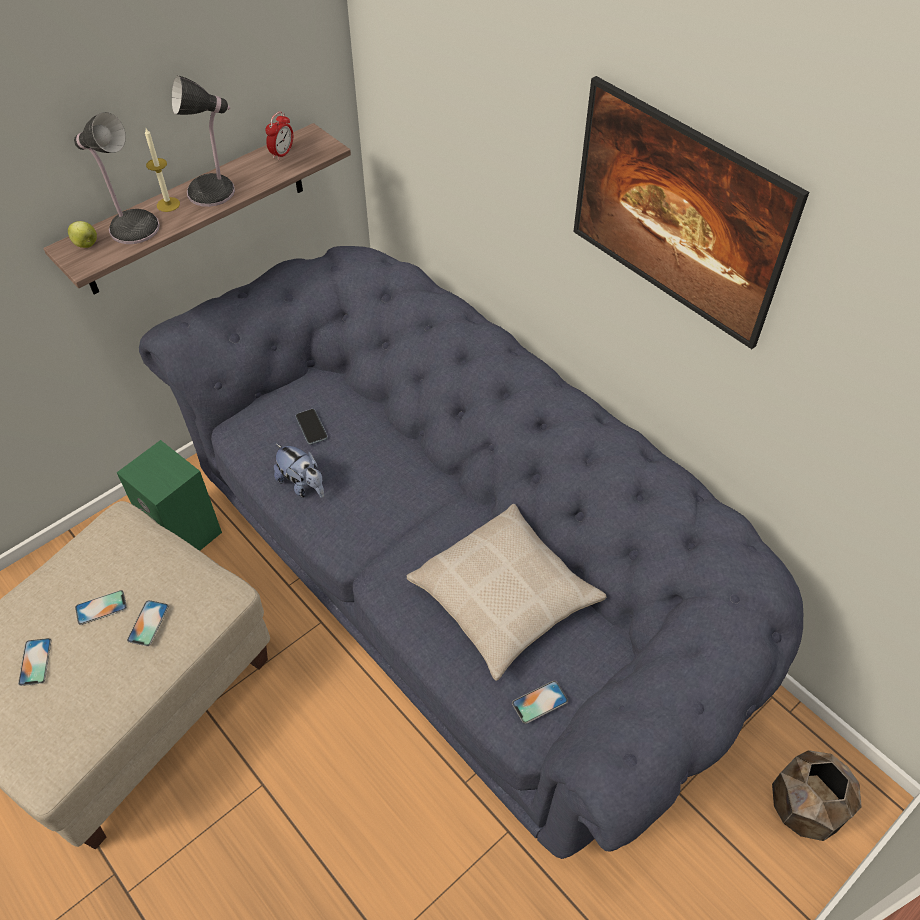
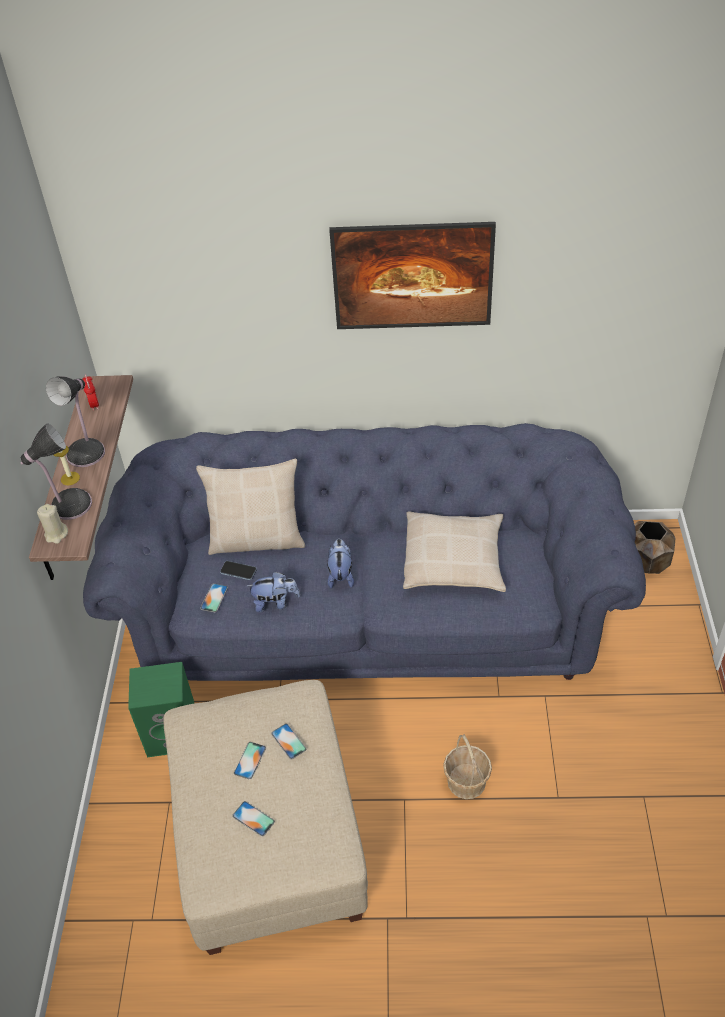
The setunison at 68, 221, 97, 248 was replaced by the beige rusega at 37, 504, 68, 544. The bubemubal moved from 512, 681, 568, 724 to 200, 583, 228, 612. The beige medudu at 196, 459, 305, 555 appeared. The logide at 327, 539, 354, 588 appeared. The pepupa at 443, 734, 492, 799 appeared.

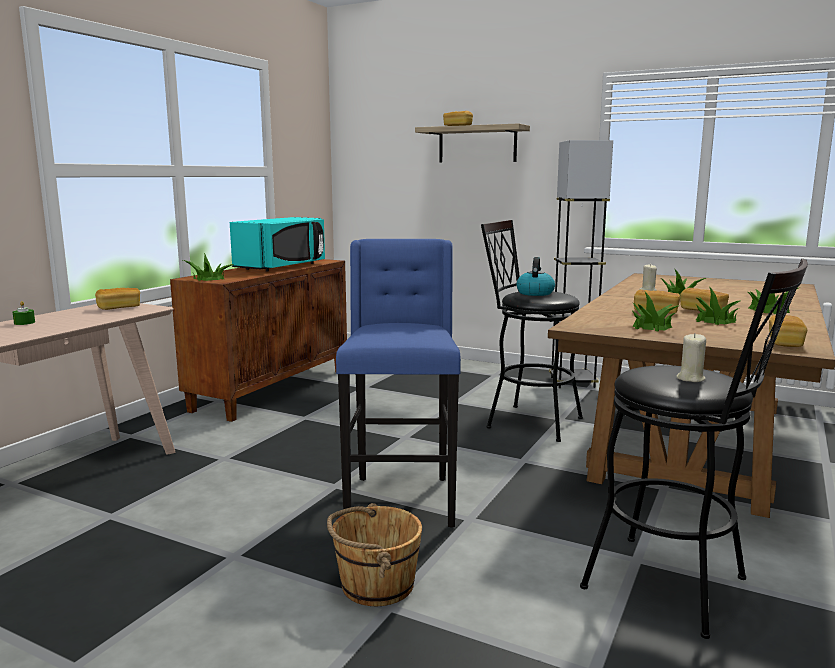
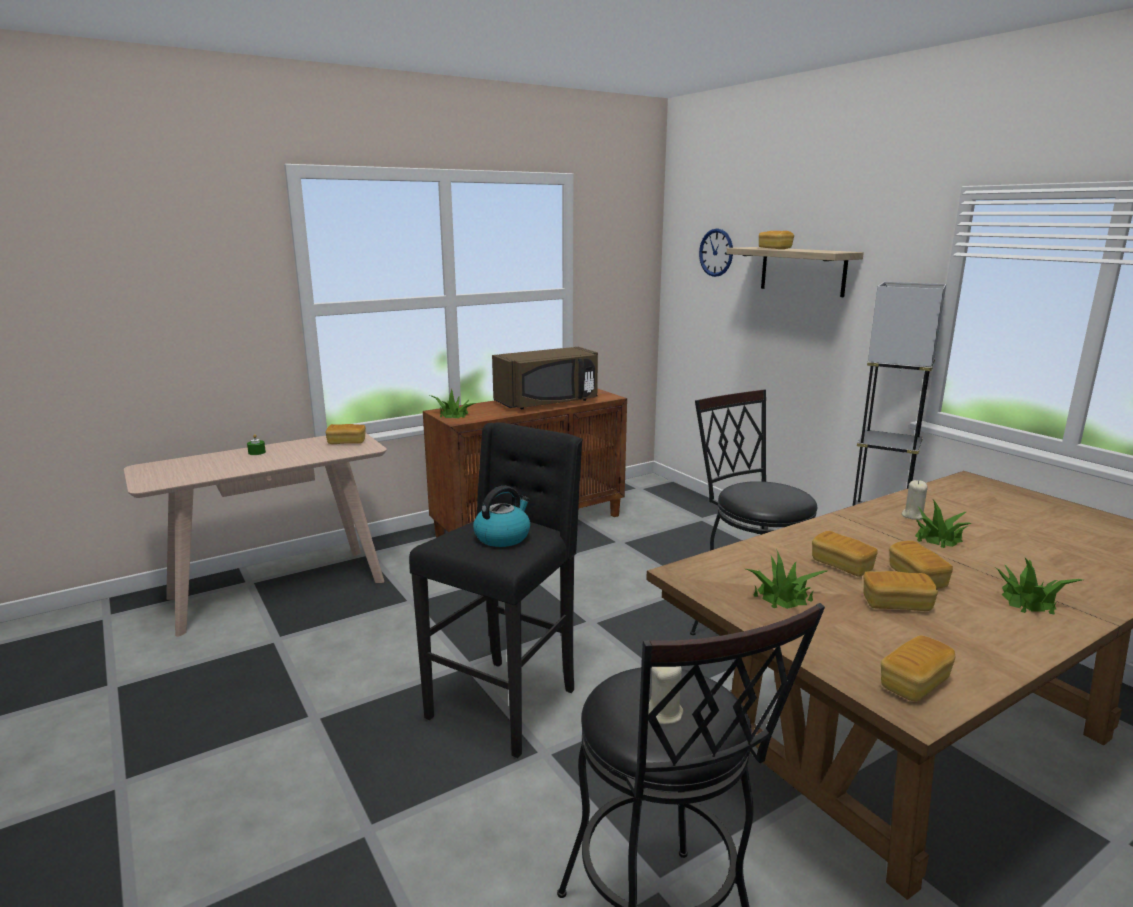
The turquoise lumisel at 230, 217, 325, 272 became the brown lumisel at 492, 347, 598, 409. The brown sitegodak at 327, 503, 422, 606 disappeared. The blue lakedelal at 336, 239, 461, 528 became the black lakedelal at 409, 422, 583, 758. The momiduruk moved from 516, 257, 555, 296 to 473, 486, 530, 547. The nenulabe at 696, 286, 740, 325 was replaced by the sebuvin at 863, 571, 938, 611. The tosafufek at 699, 228, 733, 277 appeared.

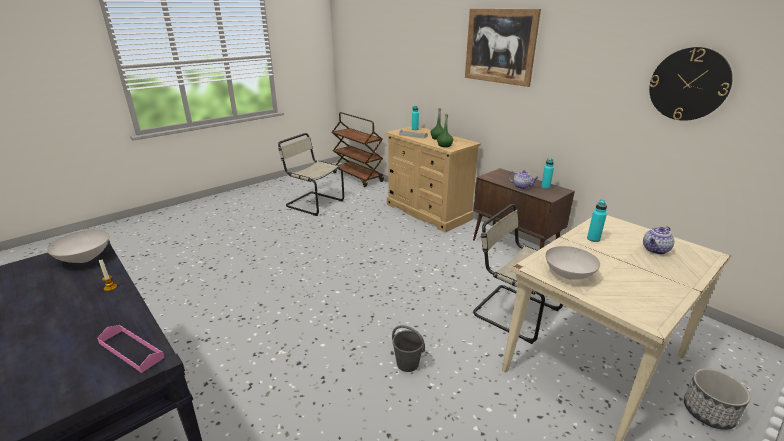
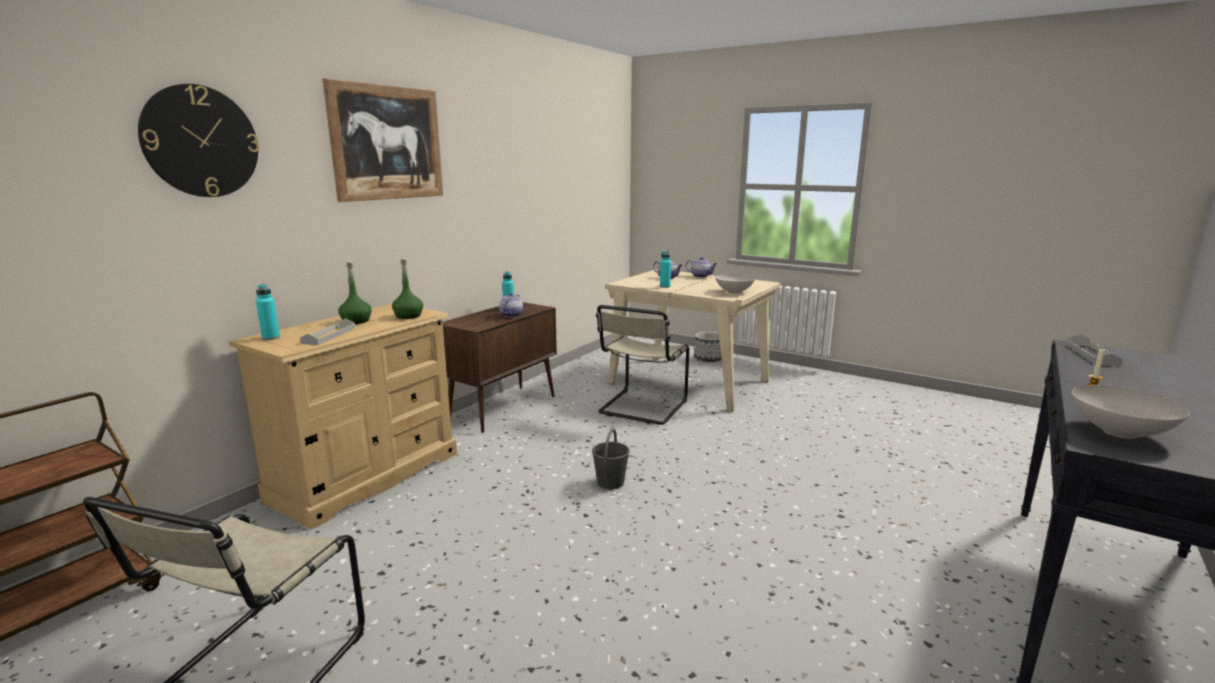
The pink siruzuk at 97, 325, 165, 373 became the grey siruzuk at 1066, 334, 1123, 367. The grey sitegodak moved from 392, 325, 425, 372 to 592, 428, 630, 489. The tosafufek moved from 649, 47, 733, 121 to 138, 84, 259, 197. The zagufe at 686, 257, 718, 278 appeared.

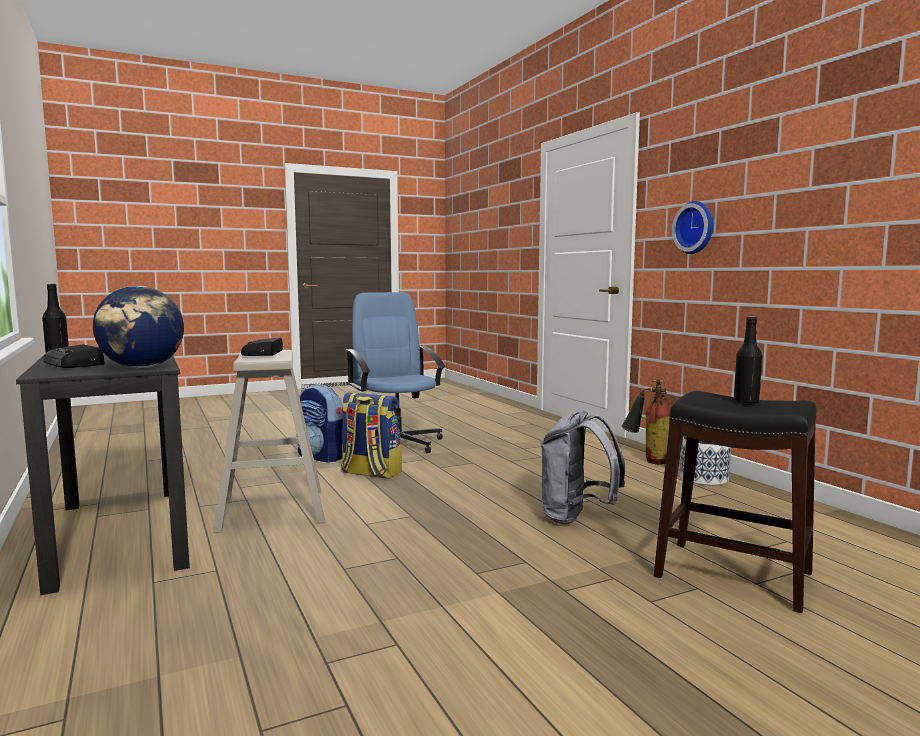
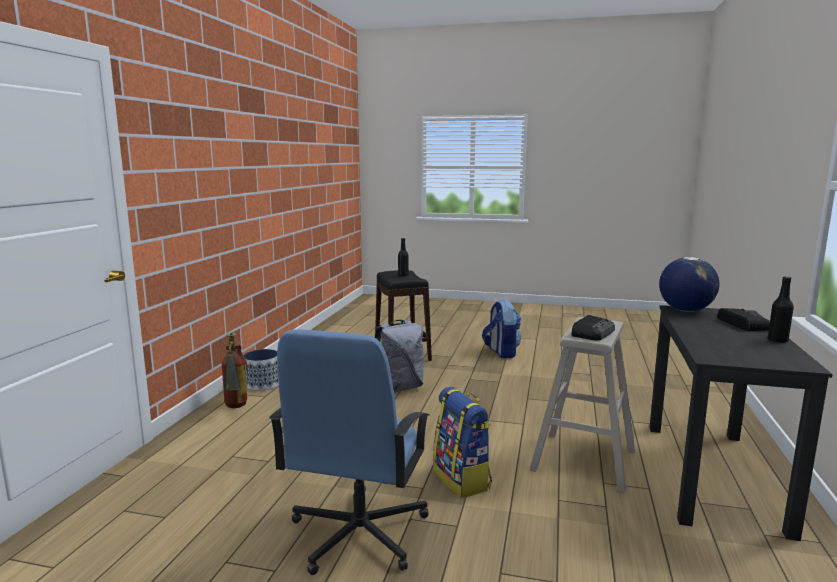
The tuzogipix moved from 297, 384, 343, 463 to 482, 300, 521, 358. The tosafufek at 672, 201, 713, 254 disappeared.

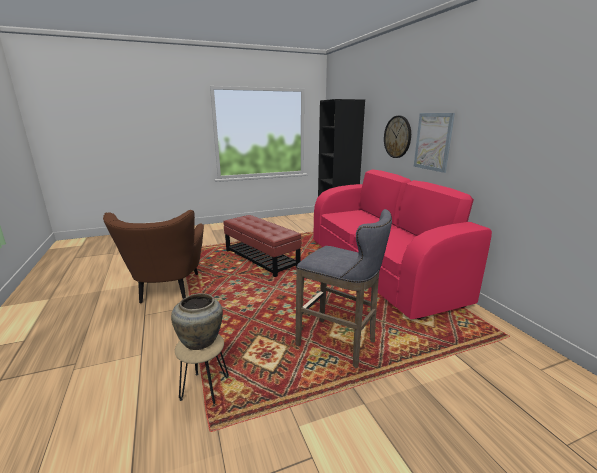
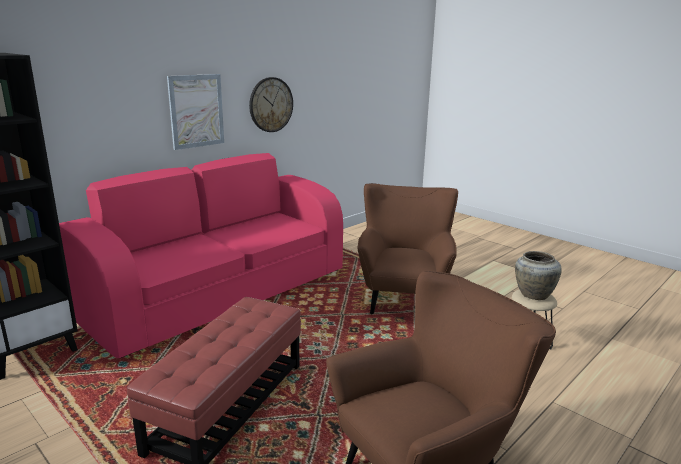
The grey lakedelal at 295, 209, 392, 368 was replaced by the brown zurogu at 358, 183, 458, 314. The tosafufek moved from 384, 116, 411, 158 to 249, 77, 293, 132.

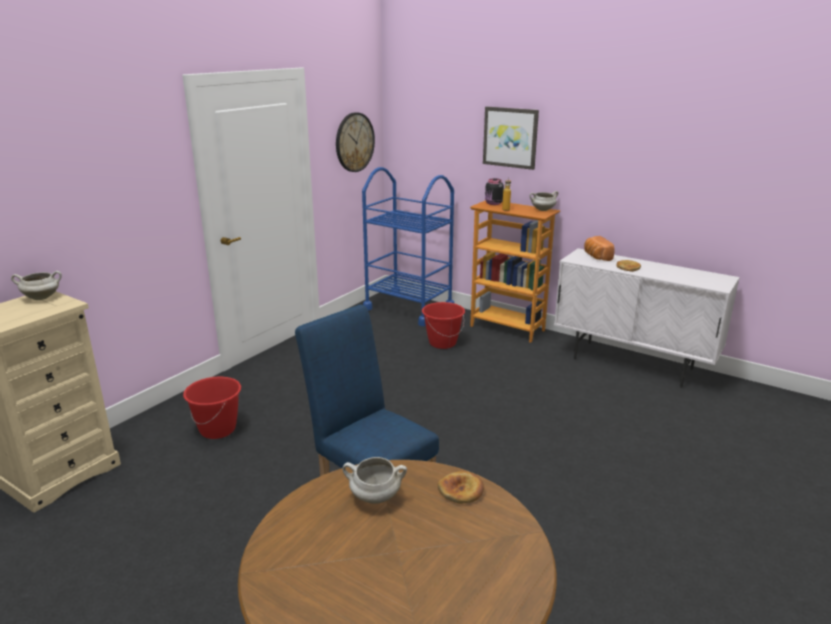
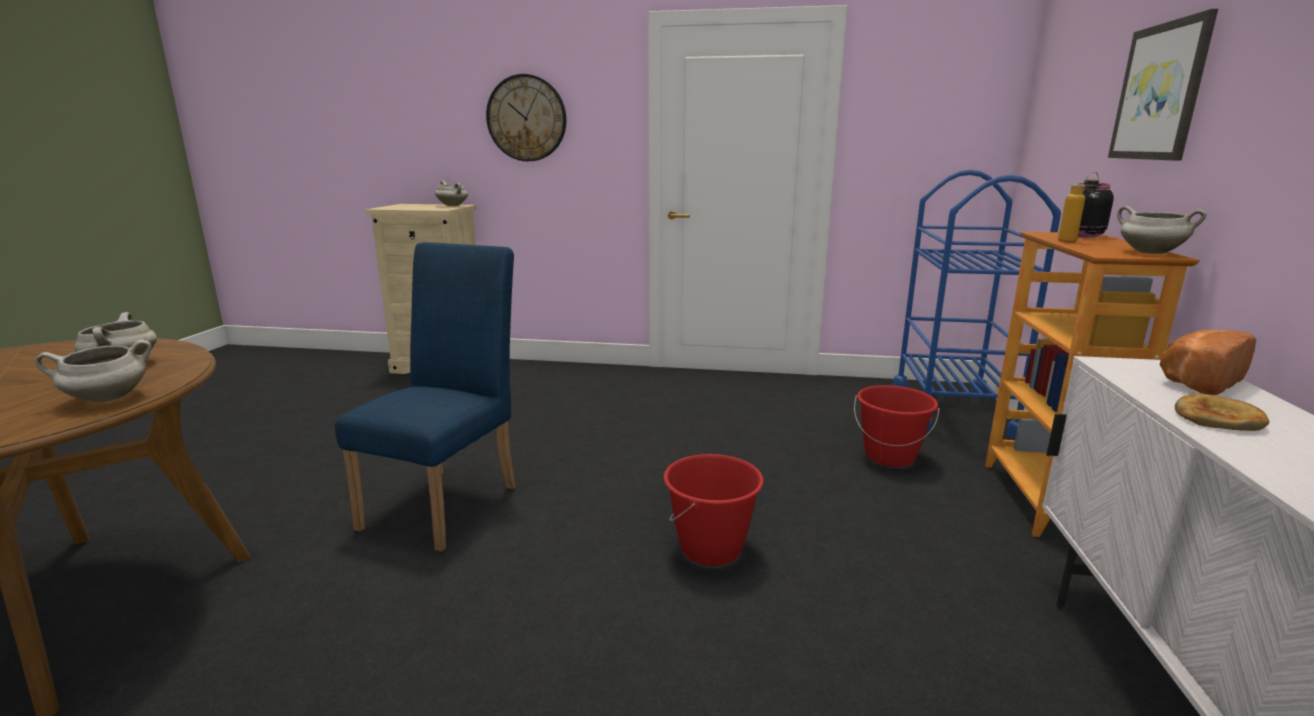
The red sitegodak moved from 183, 377, 241, 439 to 664, 454, 764, 566. The tosafufek moved from 336, 112, 375, 172 to 486, 74, 566, 161. The sebuvin at 437, 471, 484, 504 was replaced by the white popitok at 35, 340, 151, 403.

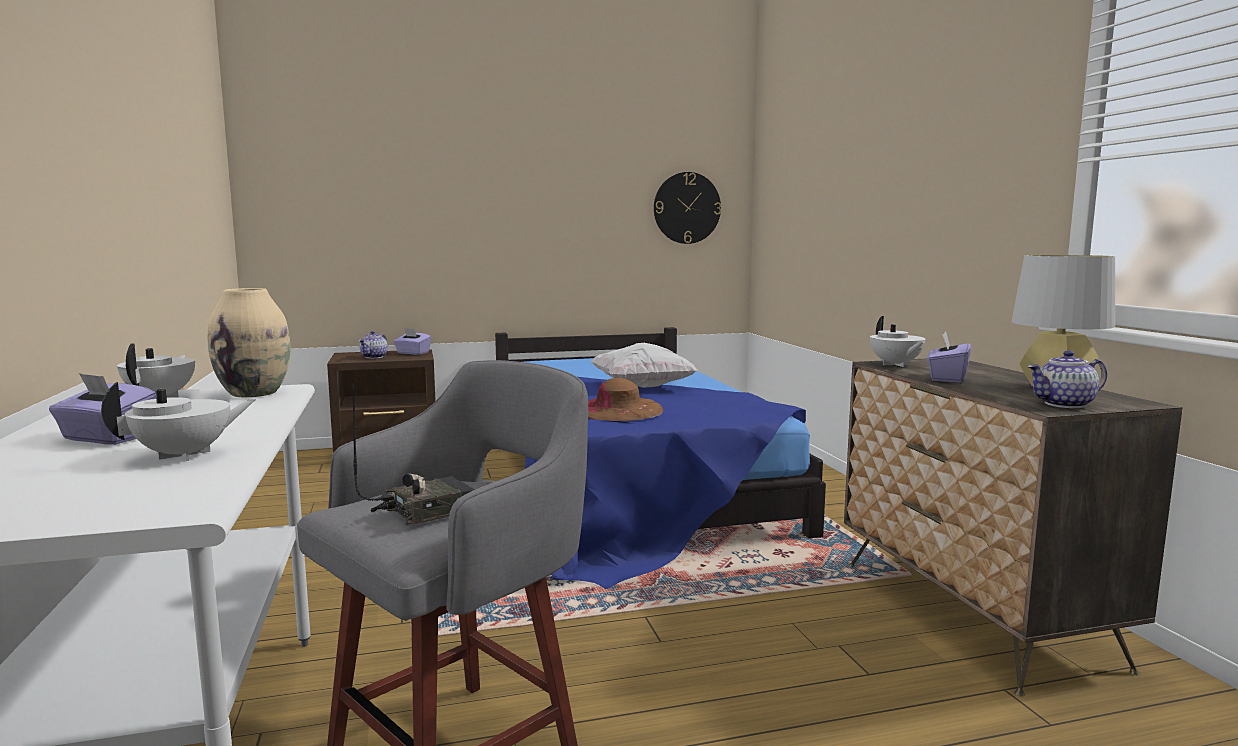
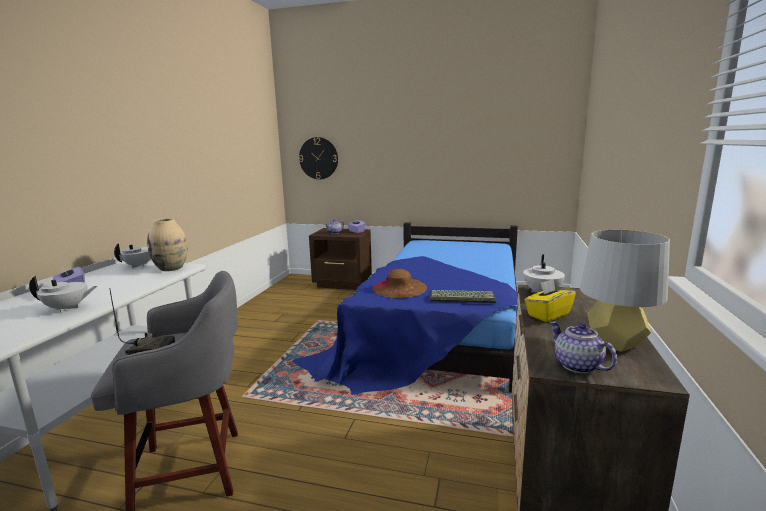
The white medudu at 590, 343, 698, 388 disappeared. The tosafufek moved from 654, 172, 721, 244 to 299, 137, 338, 179. The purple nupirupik at 927, 332, 971, 383 became the yellow nupirupik at 525, 279, 576, 322. The zagufe at 1027, 350, 1107, 408 turned 45 degrees clockwise. The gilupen at 430, 290, 496, 303 appeared.

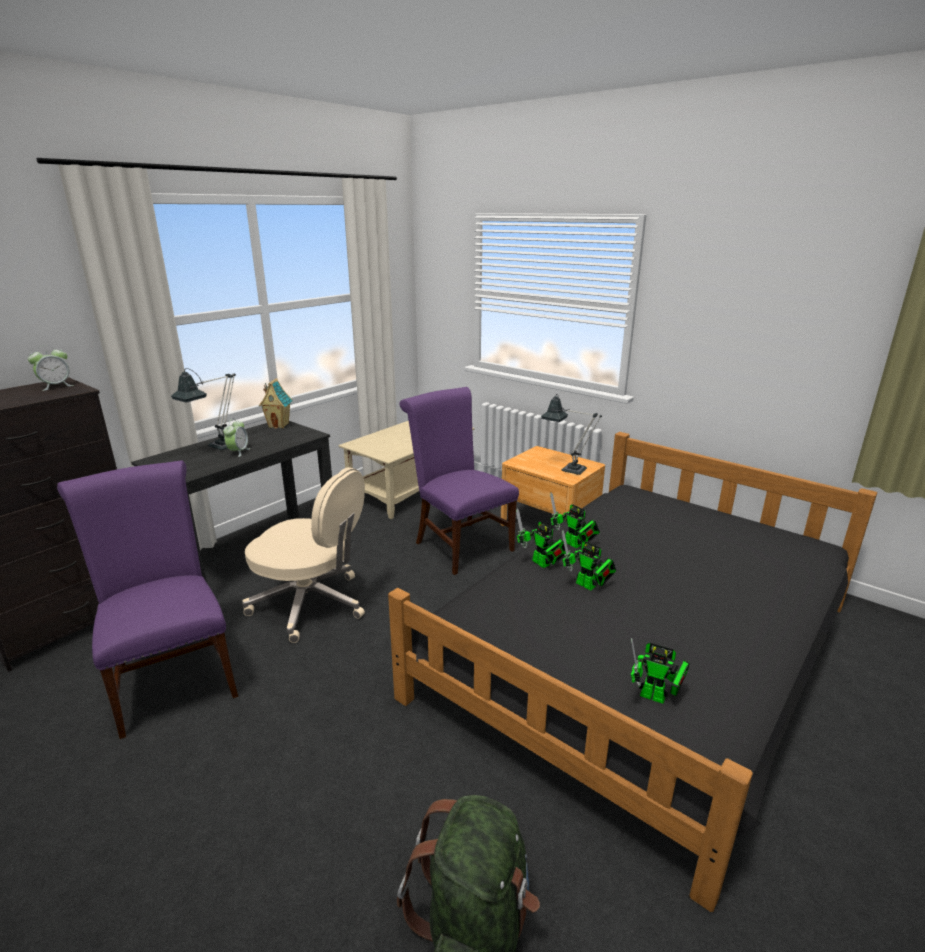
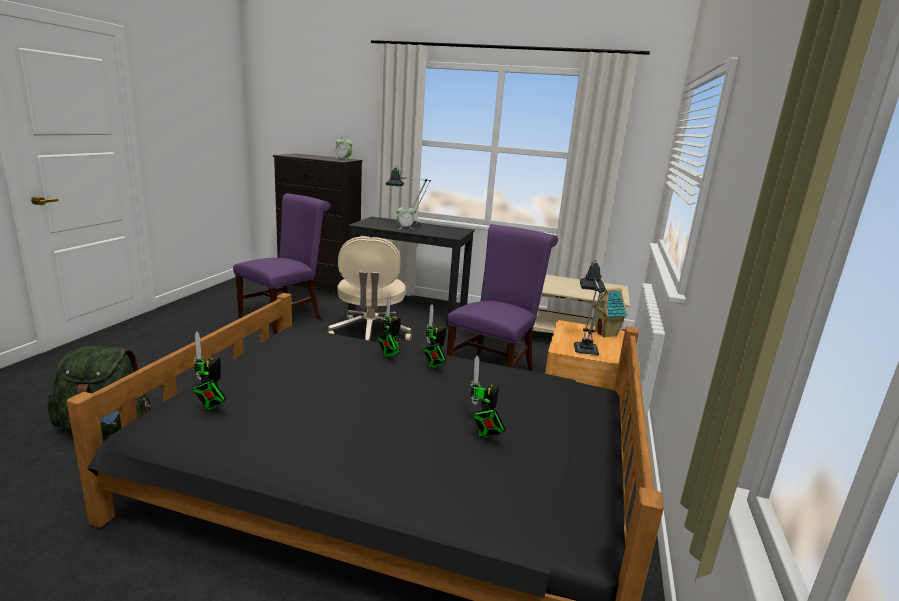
The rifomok moved from 259, 378, 292, 428 to 593, 288, 628, 337. The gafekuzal moved from 562, 530, 616, 590 to 470, 356, 506, 438.

